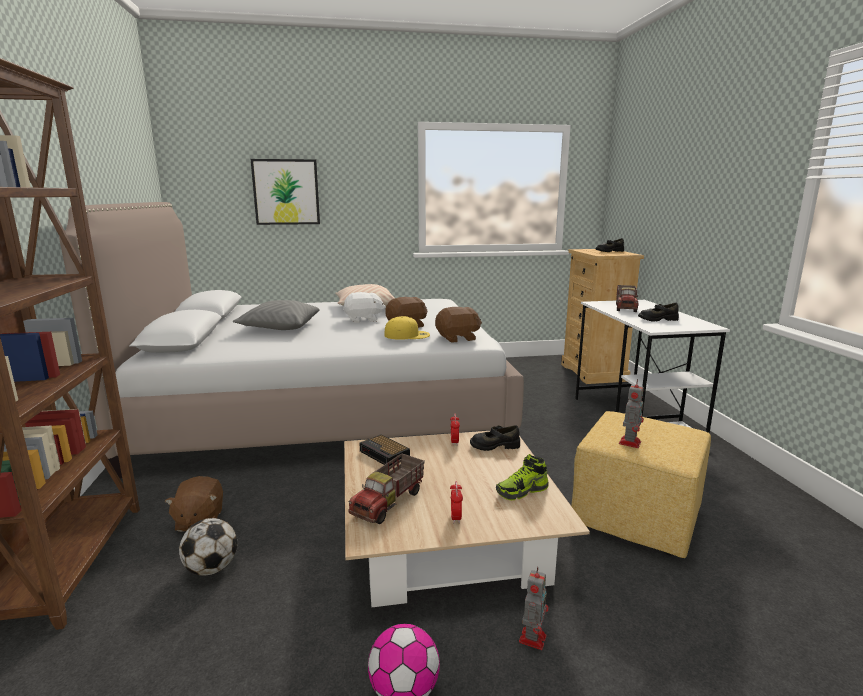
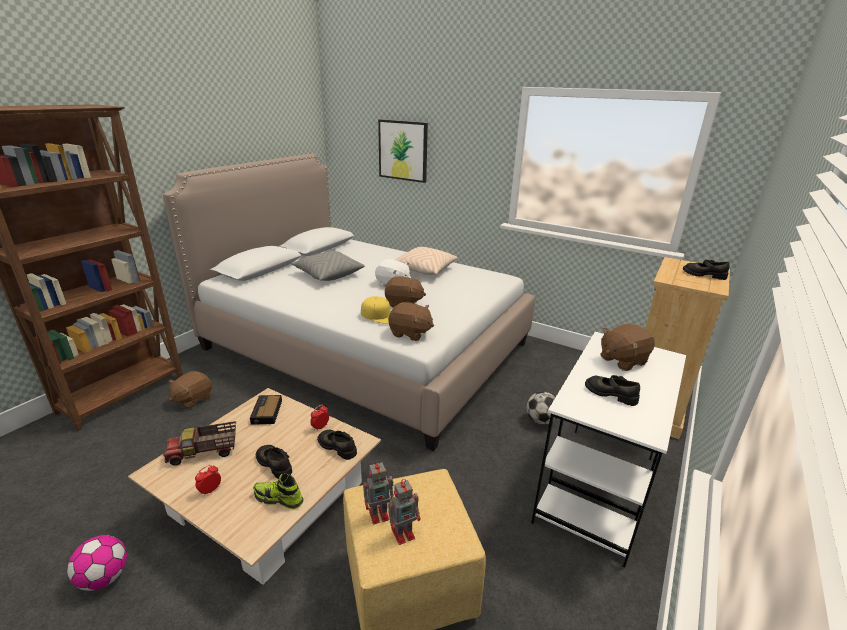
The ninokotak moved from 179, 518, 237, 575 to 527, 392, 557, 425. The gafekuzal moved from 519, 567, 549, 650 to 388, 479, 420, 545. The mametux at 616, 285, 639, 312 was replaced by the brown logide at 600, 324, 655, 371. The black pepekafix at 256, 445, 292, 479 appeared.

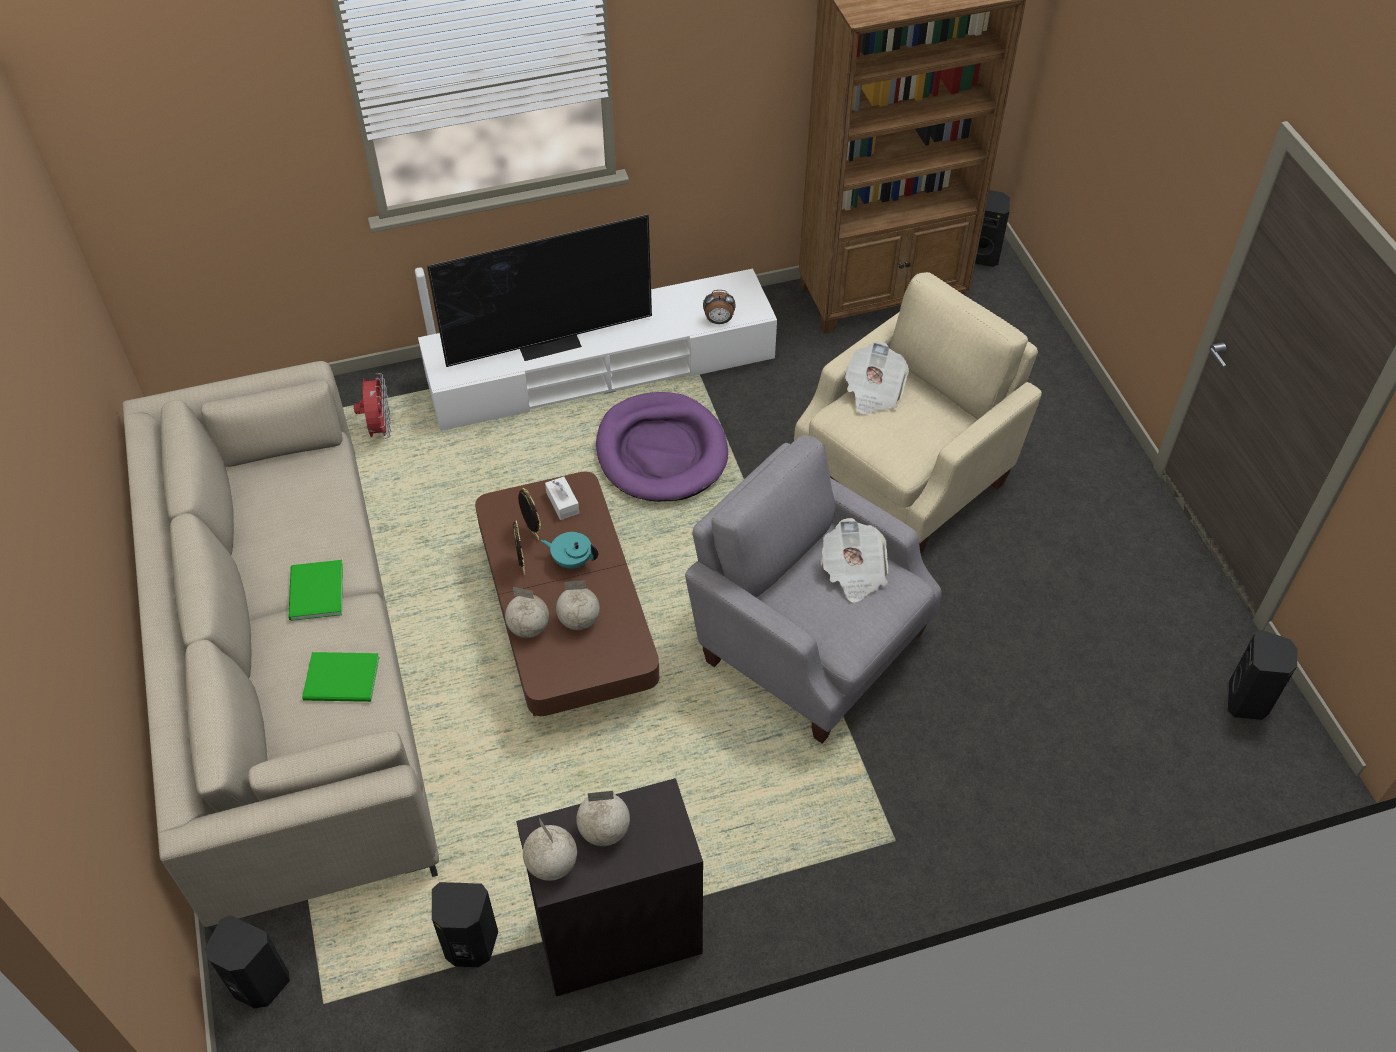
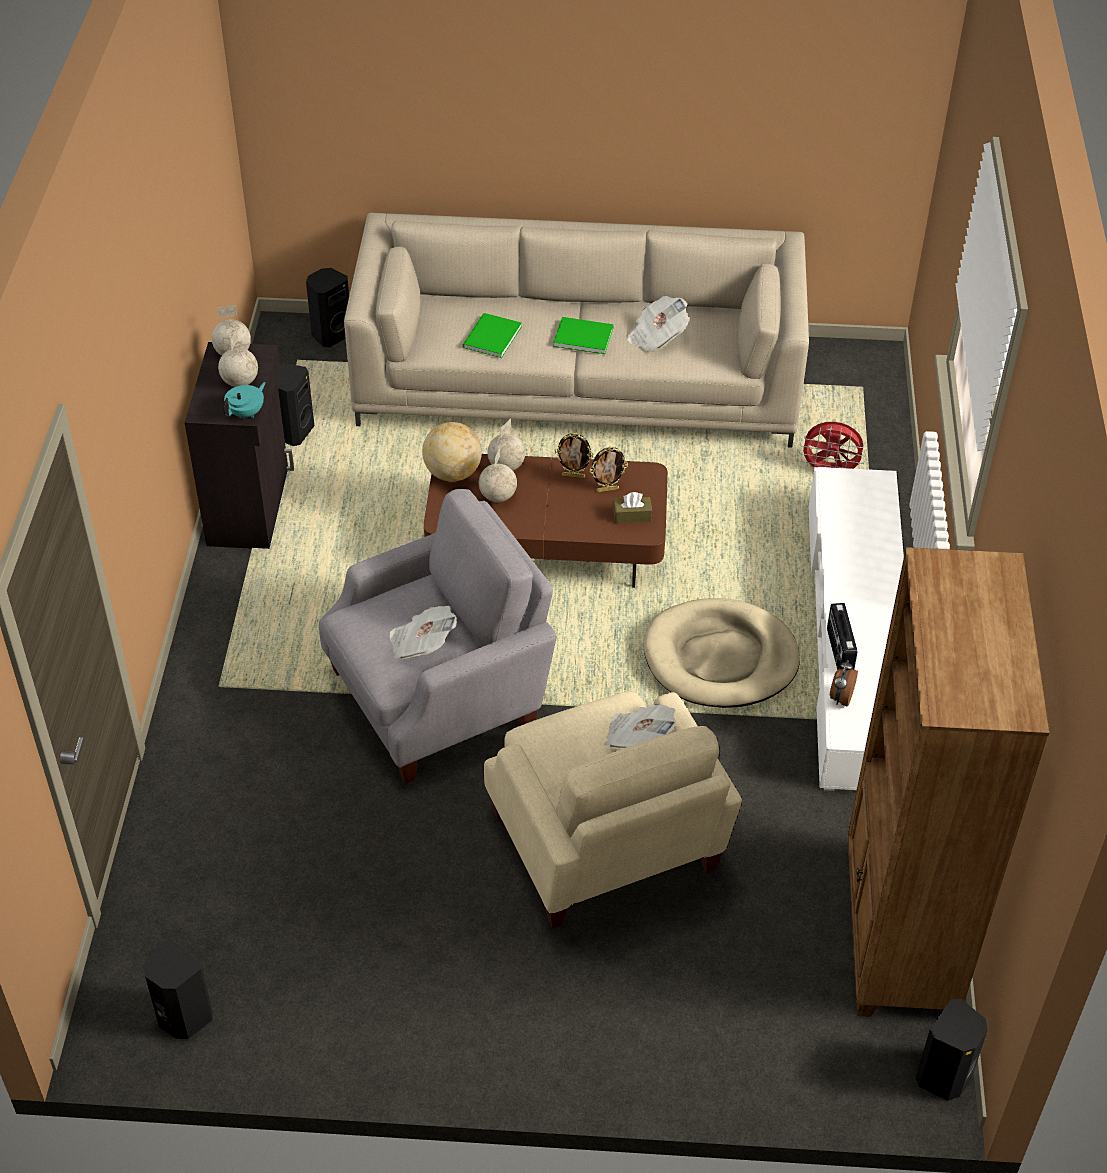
The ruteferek at 427, 214, 652, 367 disappeared. The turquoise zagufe moved from 541, 532, 598, 569 to 223, 382, 266, 418. The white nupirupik at 545, 476, 579, 520 became the brown nupirupik at 613, 492, 652, 523. The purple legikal at 596, 392, 728, 502 became the beige legikal at 644, 598, 800, 708. The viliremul at 422, 422, 482, 482 appeared. The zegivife at 627, 296, 689, 353 appeared. The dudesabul at 827, 603, 857, 671 appeared.

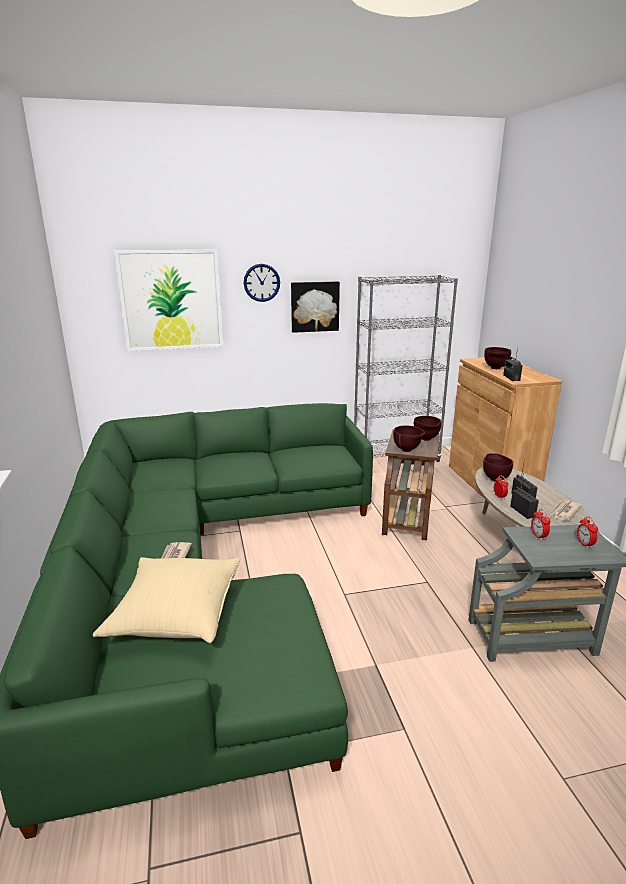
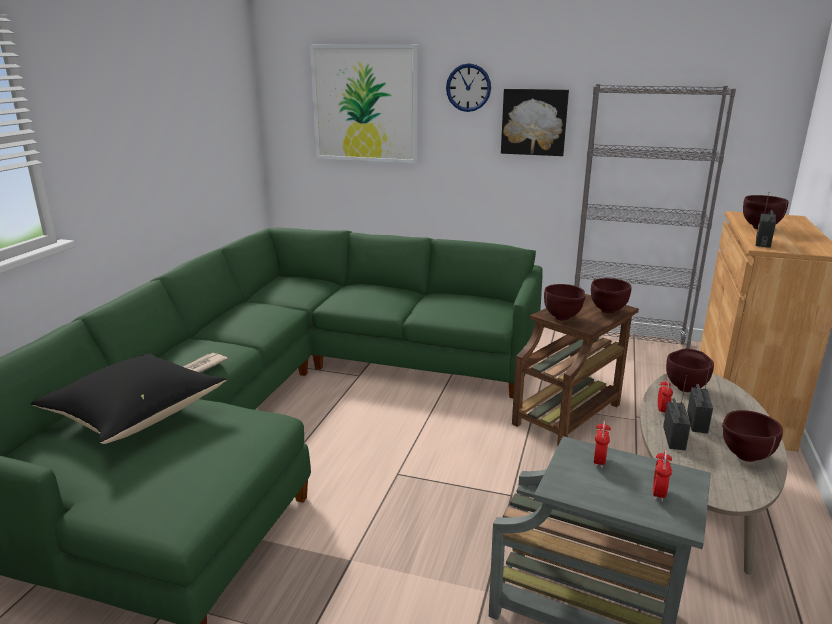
The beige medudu at 93, 557, 240, 643 became the black medudu at 31, 353, 227, 444. The zegivife at 548, 500, 582, 521 was replaced by the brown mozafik at 722, 410, 783, 462.

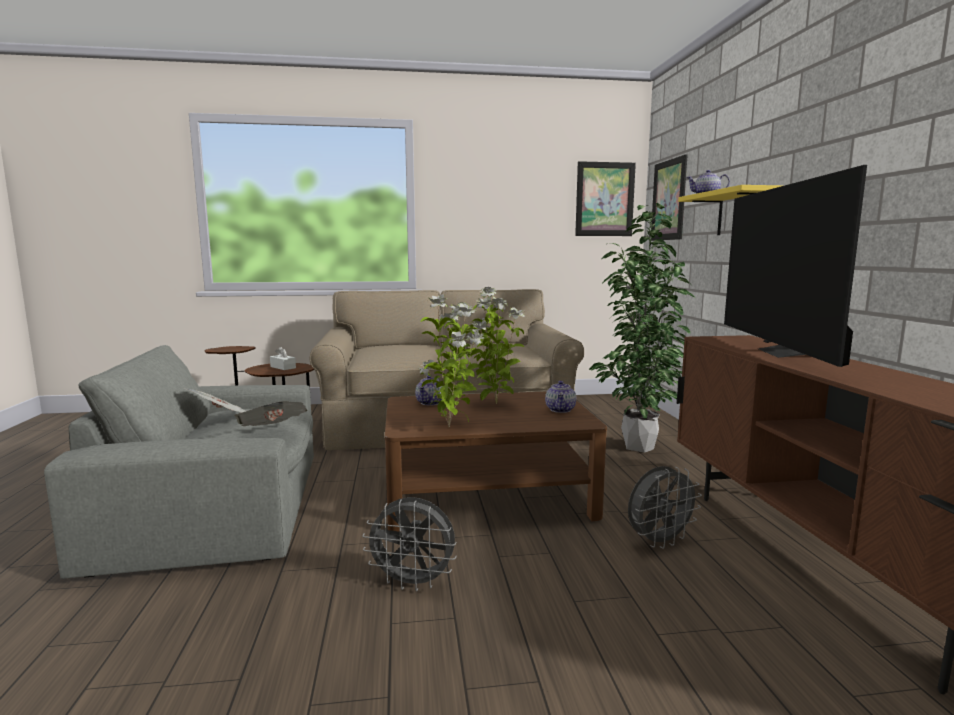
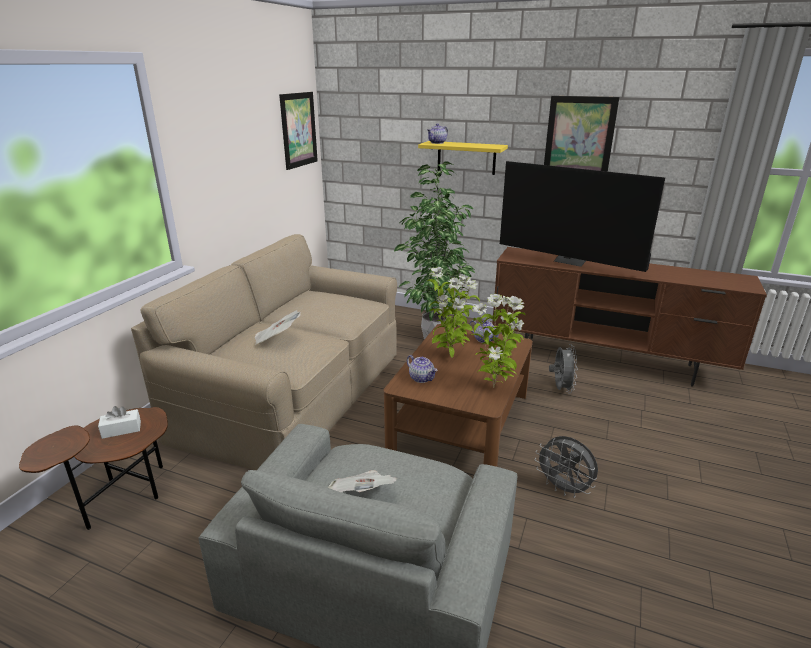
The zegivife moved from 234, 401, 307, 426 to 255, 310, 301, 345. The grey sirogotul at 362, 497, 457, 592 turned 90 degrees clockwise. The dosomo moved from 651, 154, 688, 241 to 544, 96, 619, 172.

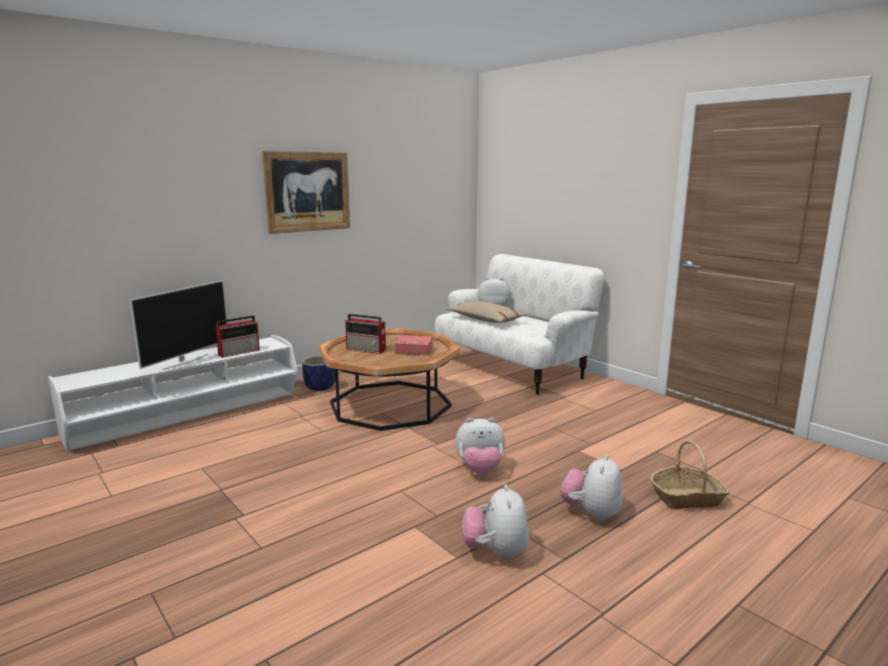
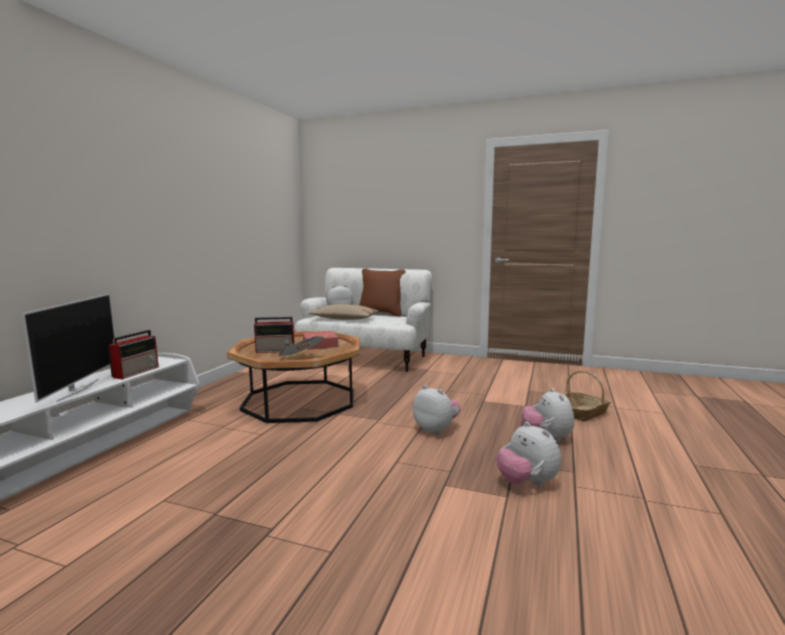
The dosomo at 262, 151, 350, 234 disappeared. The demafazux at 302, 355, 335, 391 disappeared. The logide at 455, 418, 505, 474 turned 105 degrees counterclockwise. The zegivife at 278, 336, 324, 356 appeared. The brown medudu at 359, 268, 406, 317 appeared.

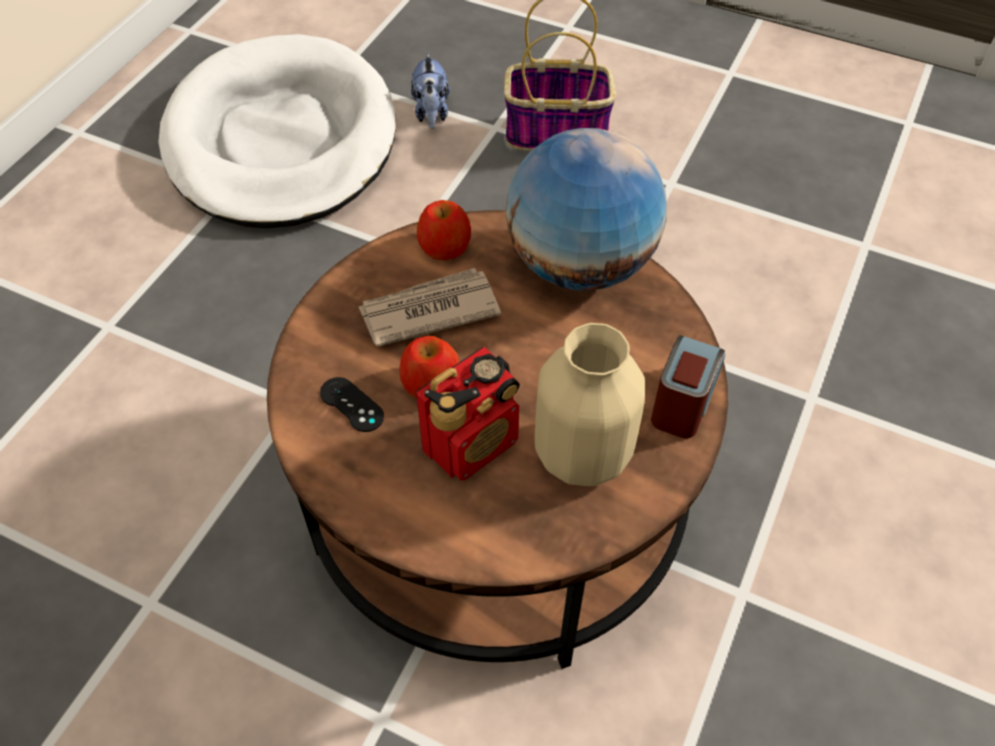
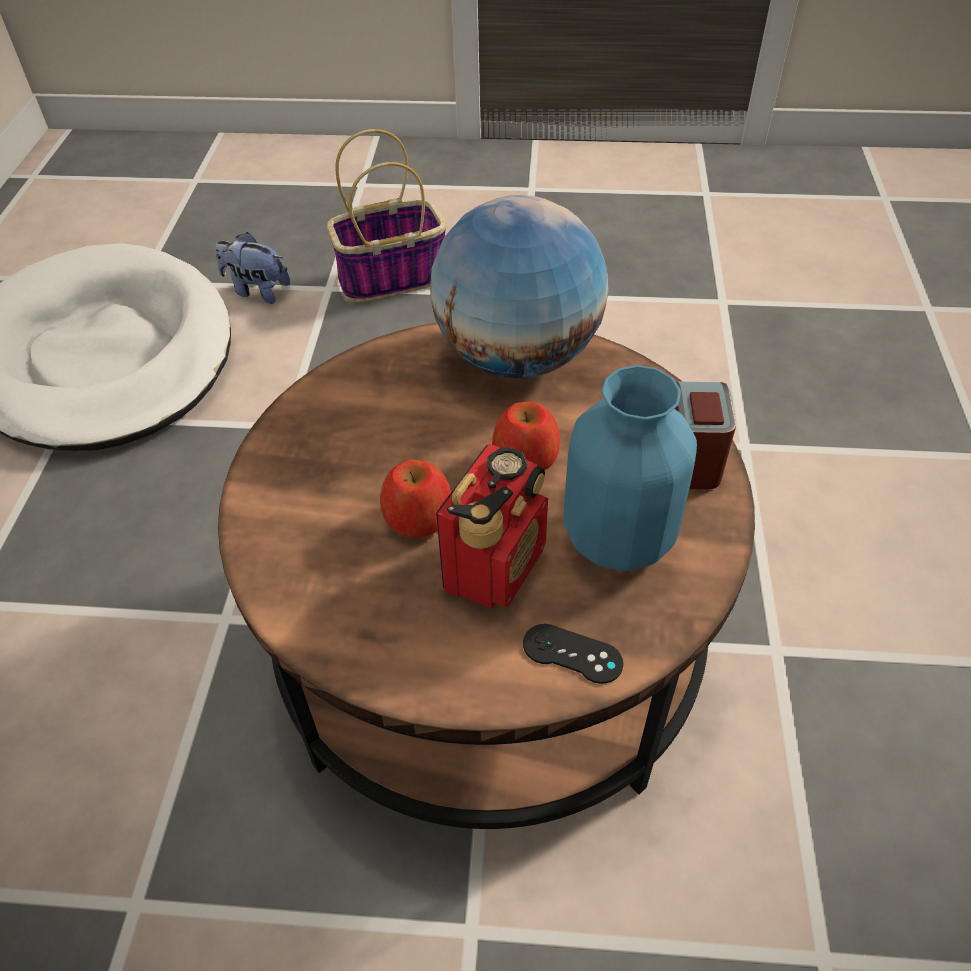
The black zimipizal moved from 320, 377, 384, 432 to 523, 624, 624, 684. The zegivife at 358, 268, 501, 347 disappeared. The logide at 411, 53, 450, 129 turned 135 degrees clockwise. The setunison moved from 417, 200, 471, 260 to 492, 401, 560, 470. The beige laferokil at 535, 323, 645, 486 became the blue laferokil at 564, 365, 697, 571.

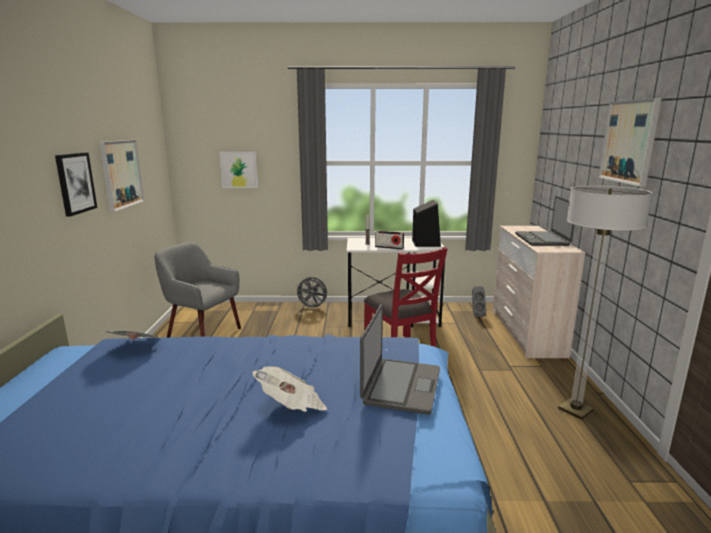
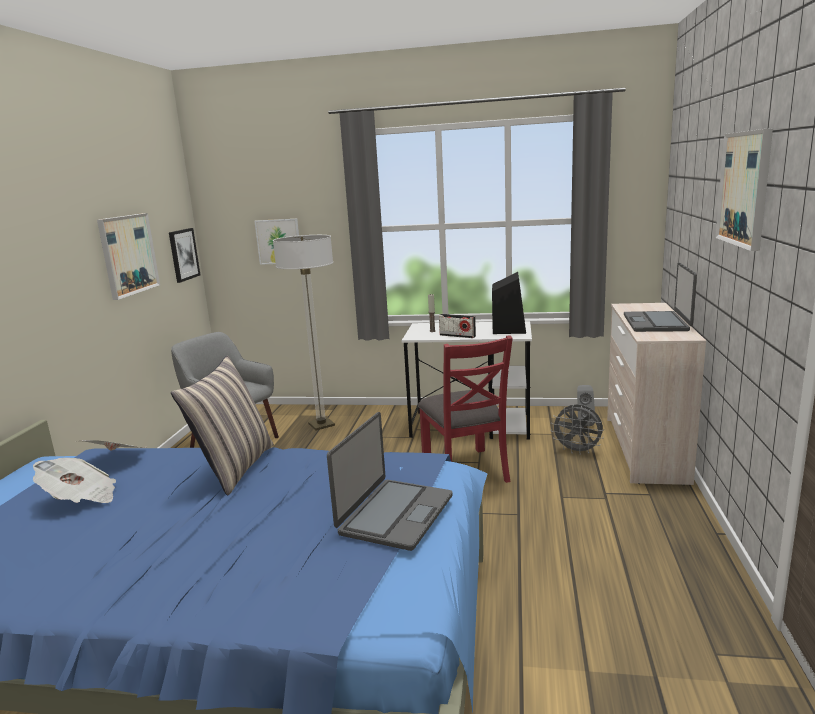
The dosomo moved from 55, 152, 97, 217 to 169, 228, 200, 283. The zegivife moved from 253, 366, 327, 412 to 32, 458, 116, 503. The grey sirogotul moved from 296, 277, 327, 310 to 551, 404, 604, 455. The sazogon moved from 558, 186, 652, 420 to 273, 235, 335, 431. The medudu at 171, 356, 274, 496 appeared.

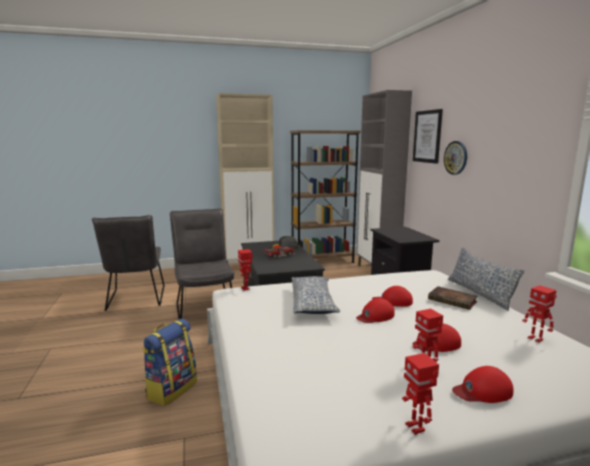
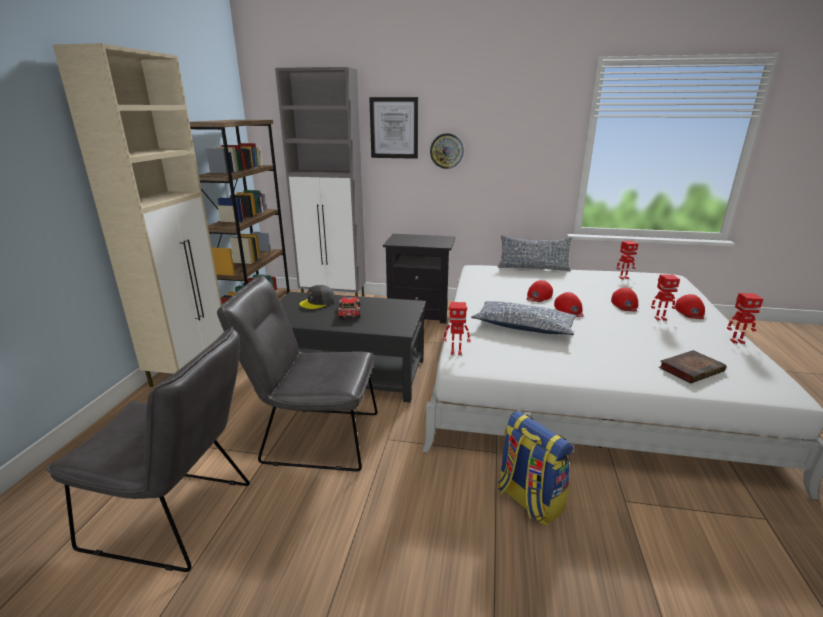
The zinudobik moved from 428, 286, 478, 310 to 658, 350, 726, 384.

